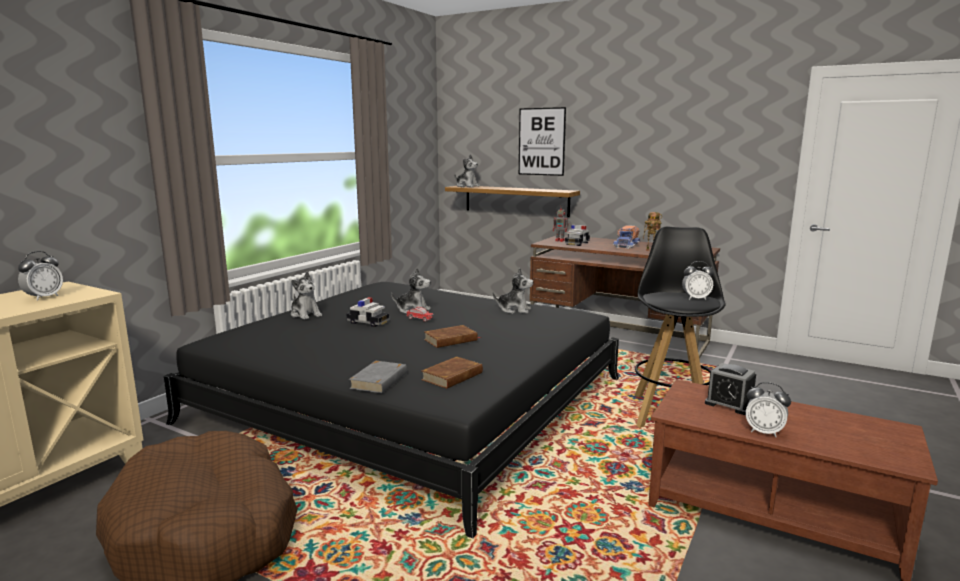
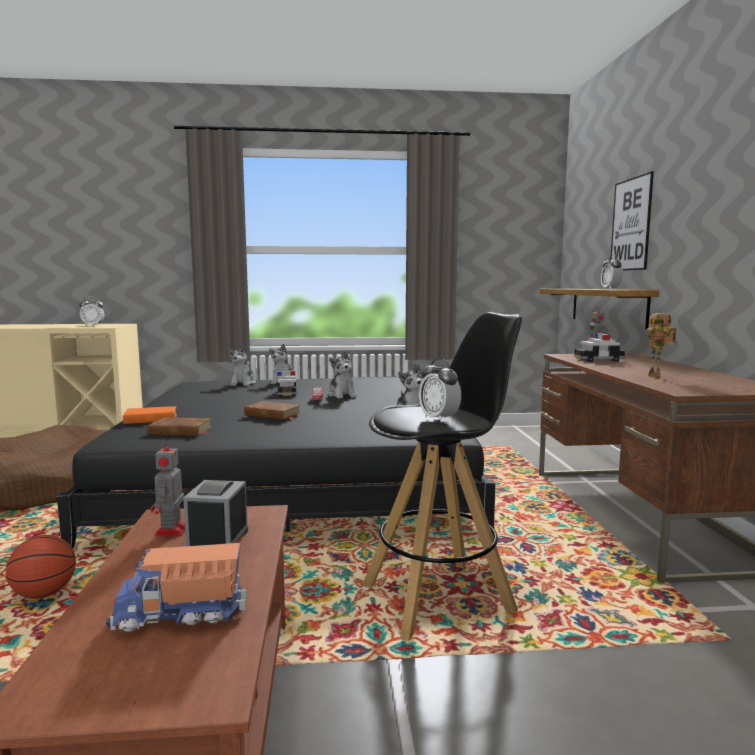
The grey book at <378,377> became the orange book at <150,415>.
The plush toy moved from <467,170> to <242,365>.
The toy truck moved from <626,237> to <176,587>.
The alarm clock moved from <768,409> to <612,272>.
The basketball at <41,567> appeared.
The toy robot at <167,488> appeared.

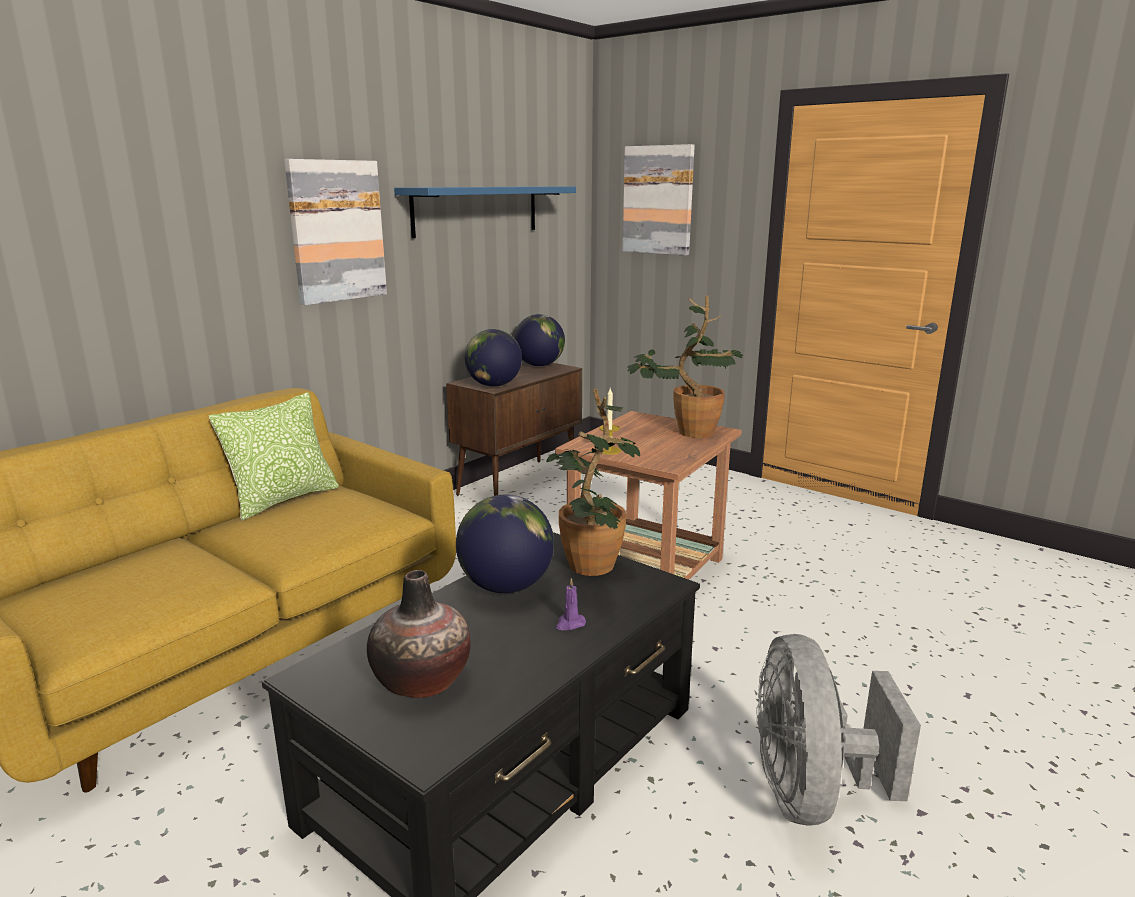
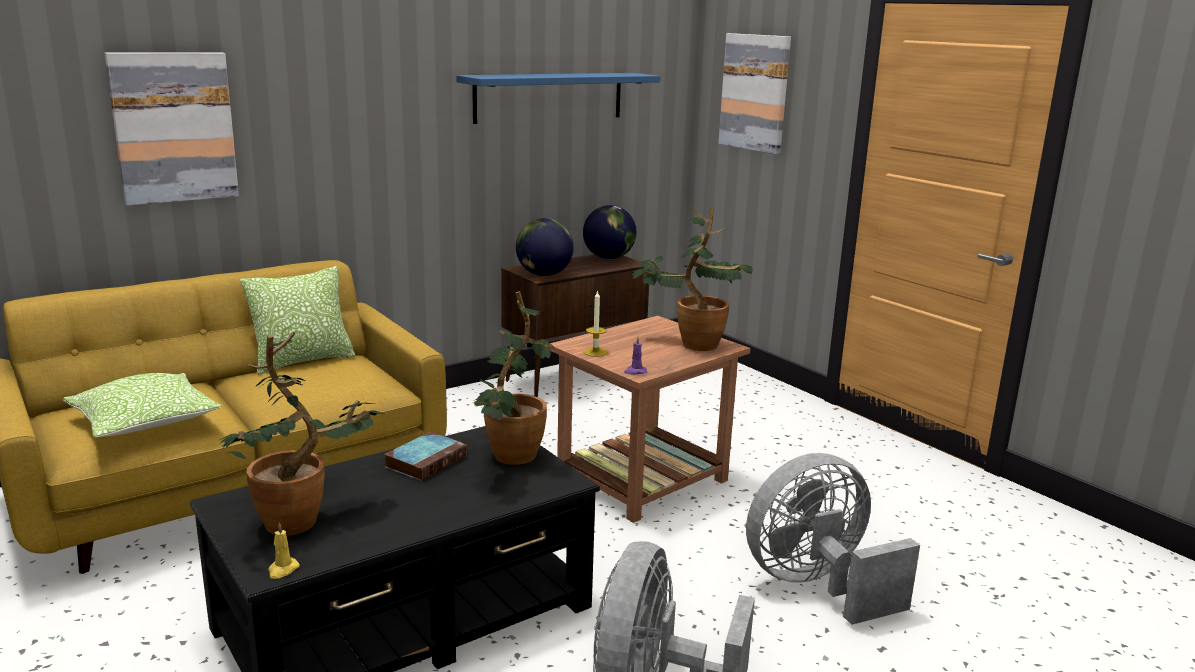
The picture moved from <335,232> to <171,129>.
The vase at <419,634> was replaced by the potted plant at <301,434>.
The globe at <505,544> was replaced by the book at <425,456>.
The purple candle moved from <571,604> to <635,355>.
The pillow at <142,405> appeared.
The yellow candle at <284,550> appeared.
The grey fan at <833,539> appeared.

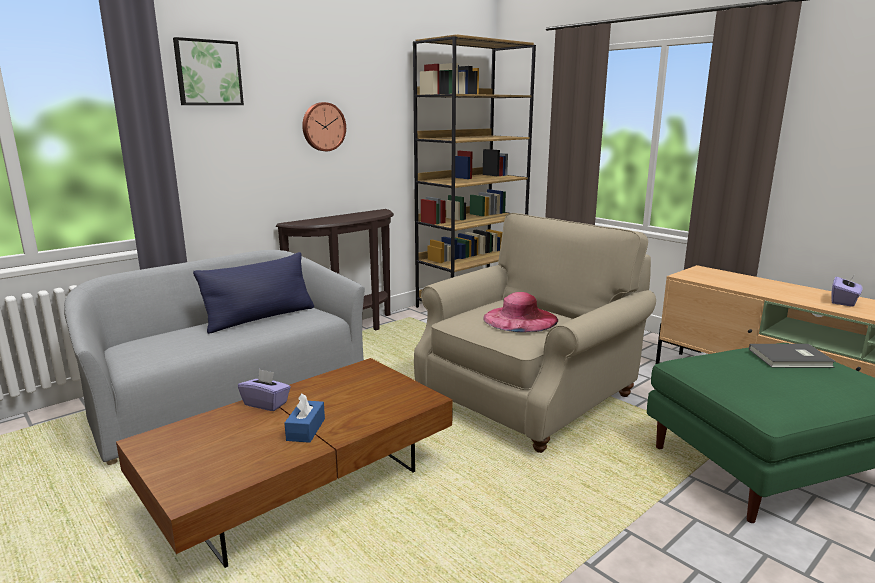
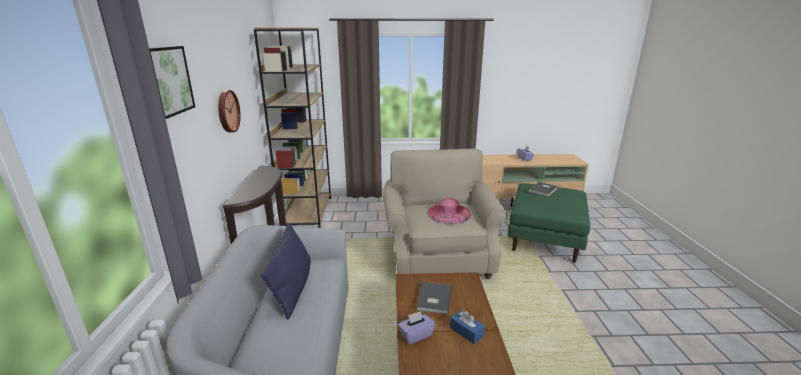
The grey book at <434,298> appeared.

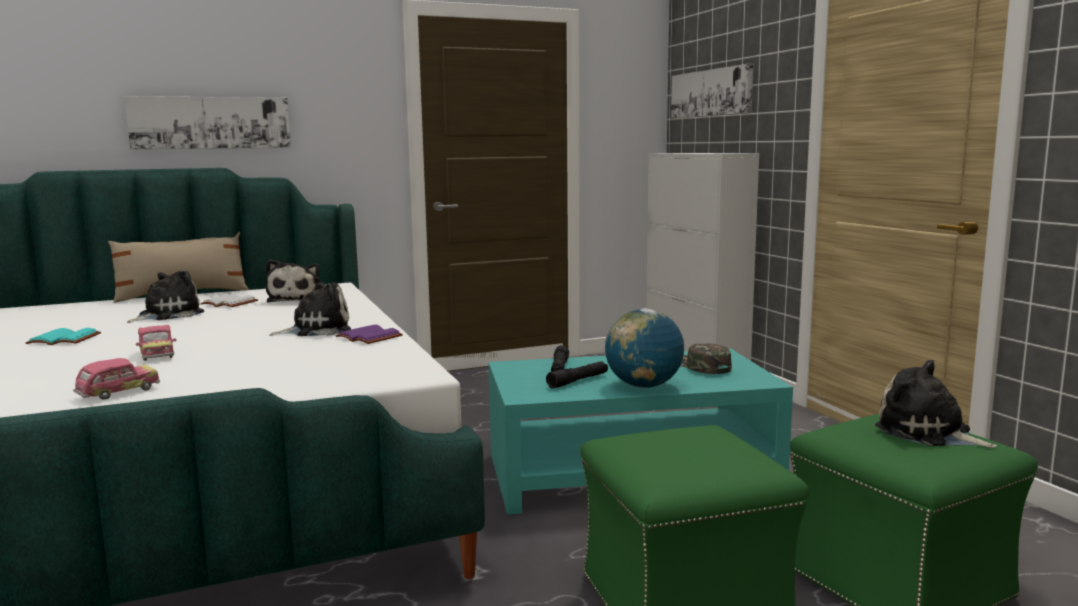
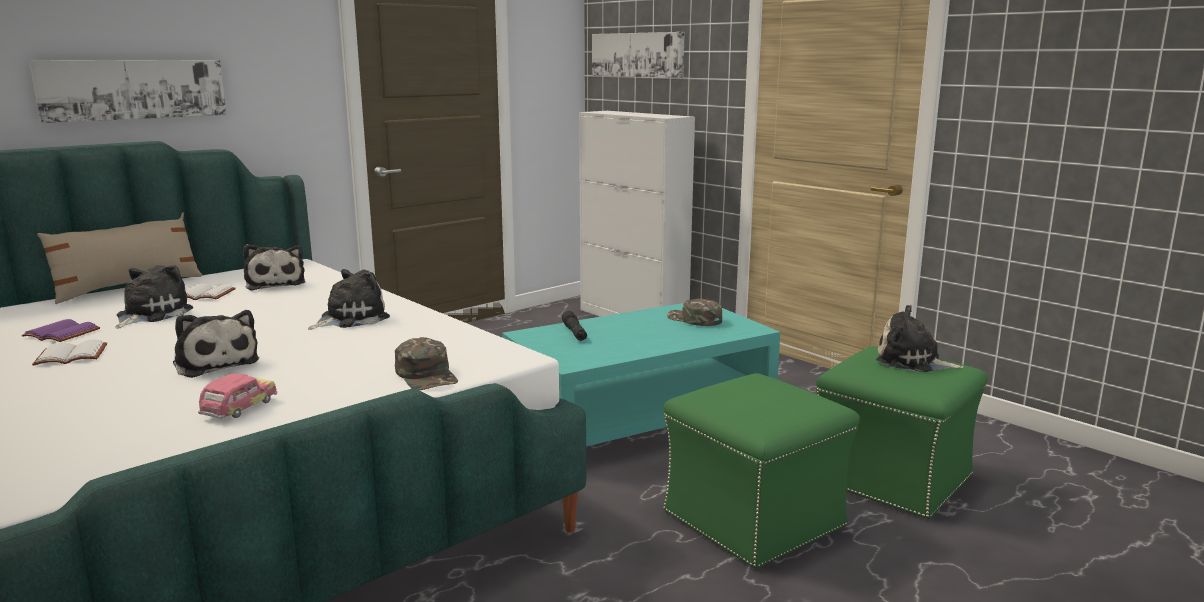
The turquoise book at <63,336> became the white book at <69,352>.
The toy car at <156,343> was replaced by the plush toy at <216,344>.
The purple book moved from <369,334> to <61,330>.
The black flashlight at <577,375> disappeared.
The globe at <644,348> disappeared.
The green cap at <426,363> appeared.

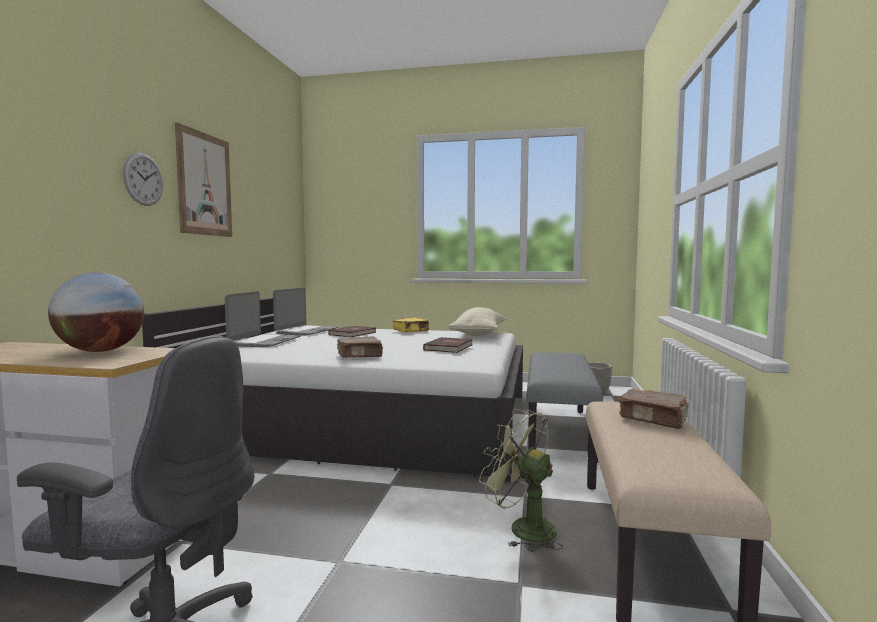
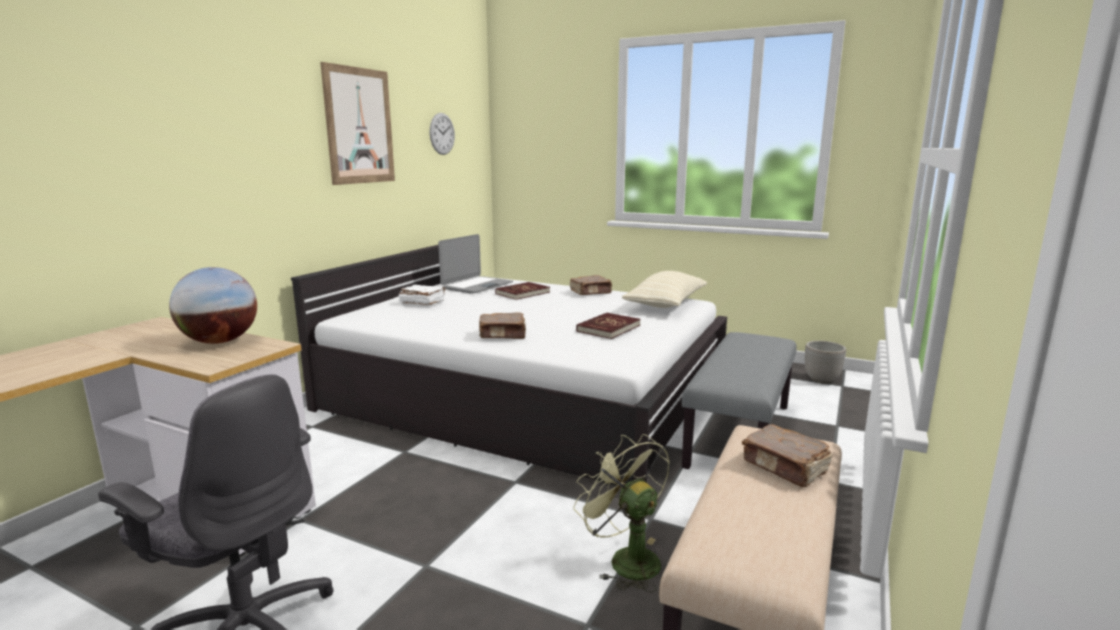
The wall clock moved from <143,179> to <442,134>.
The laptop at <262,319> was replaced by the white book at <422,295>.
The yellow book at <411,324> became the brown book at <591,285>.

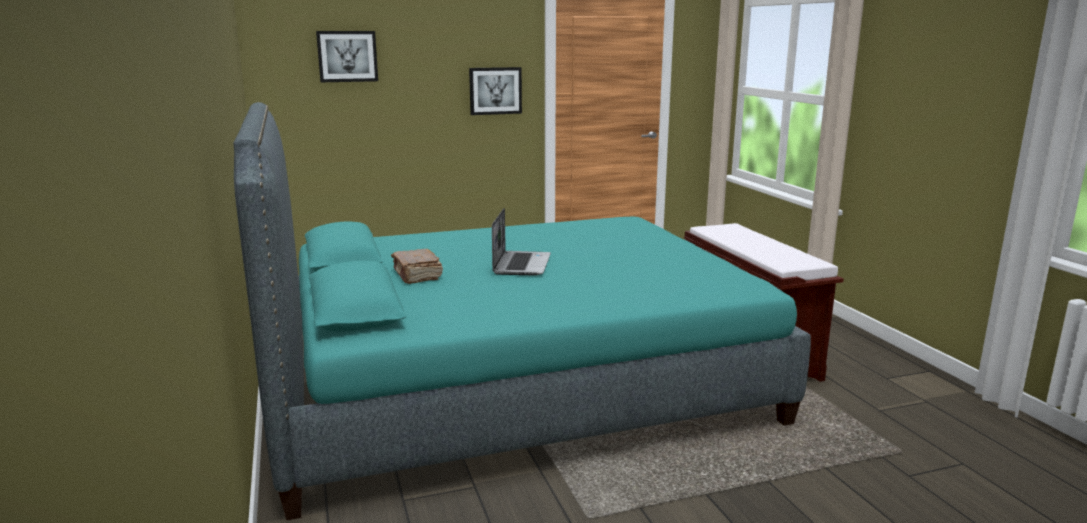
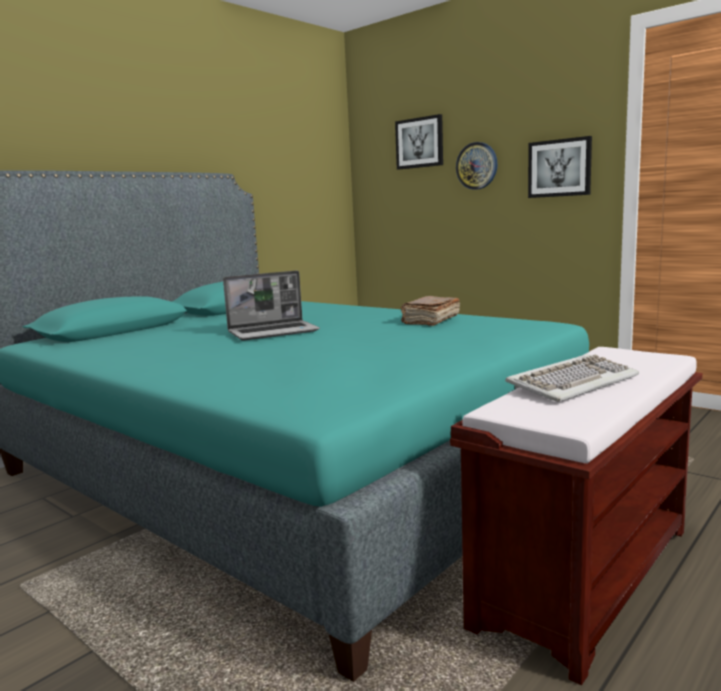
The brown book moved from <417,266> to <430,311>.
The wall clock at <477,166> appeared.
The keyboard at <572,378> appeared.

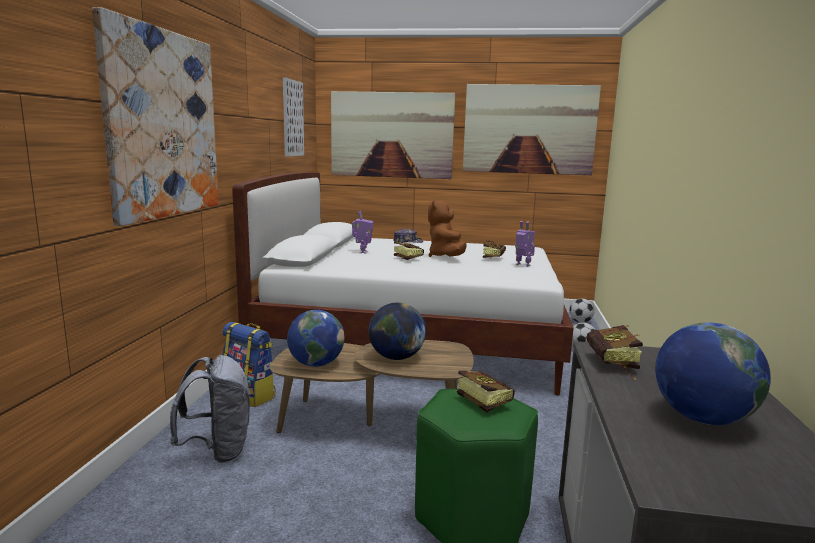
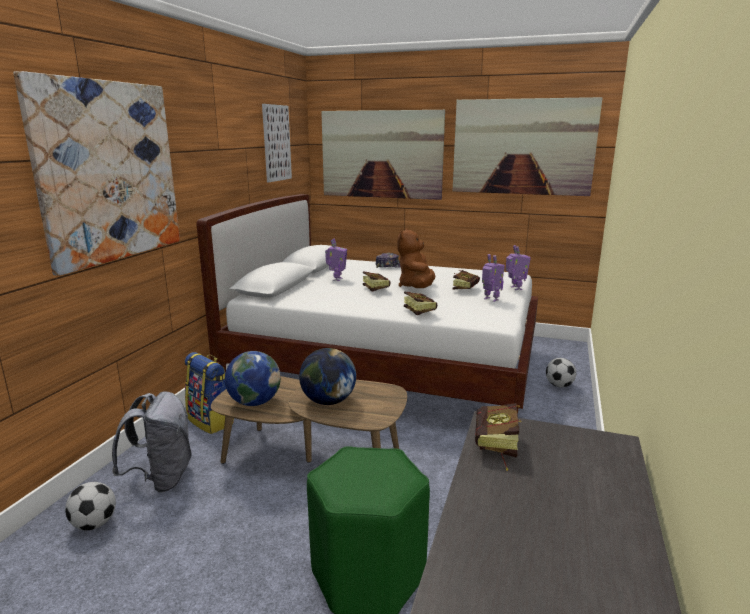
The book moved from <485,392> to <420,303>.
The football moved from <582,310> to <90,506>.
The globe at <713,373> disappeared.
The toy robot at <518,267> appeared.

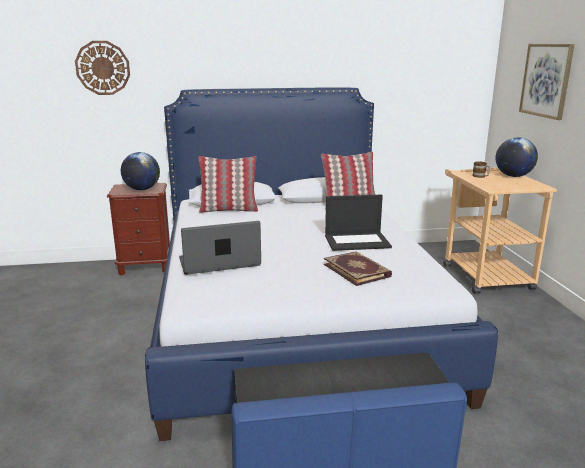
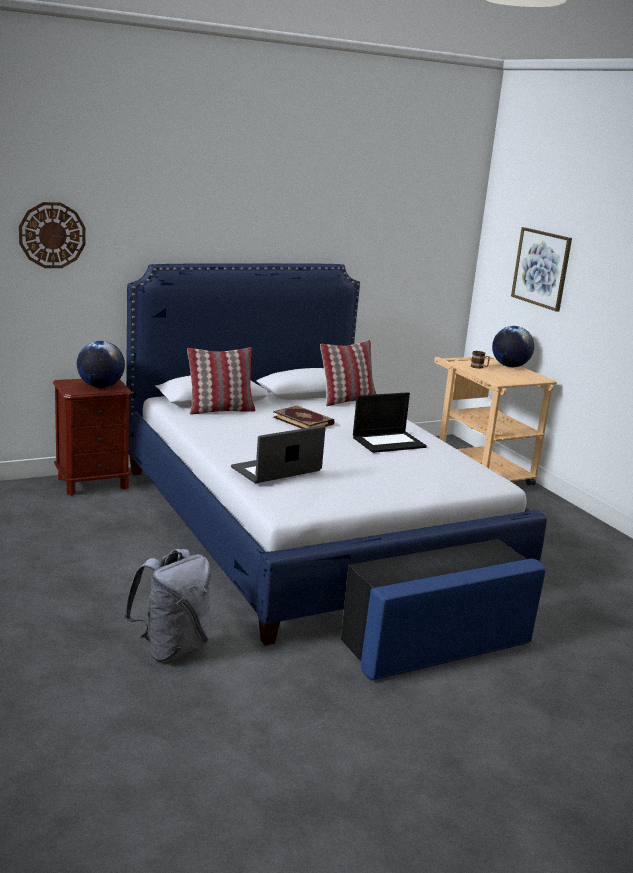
The book moved from <358,268> to <303,417>.
The grey backpack at <167,605> appeared.

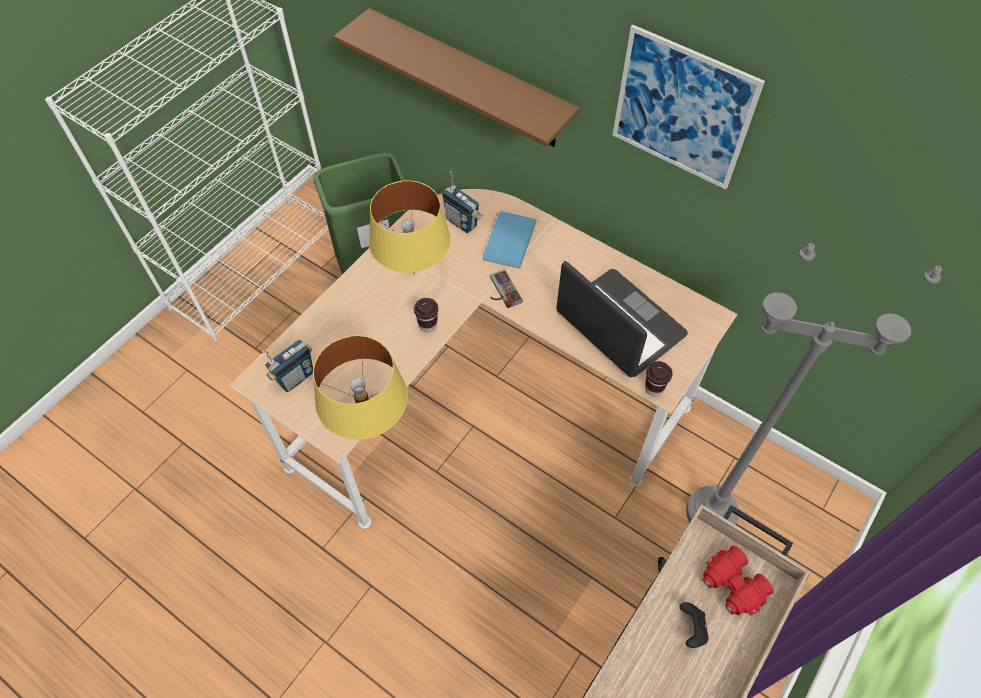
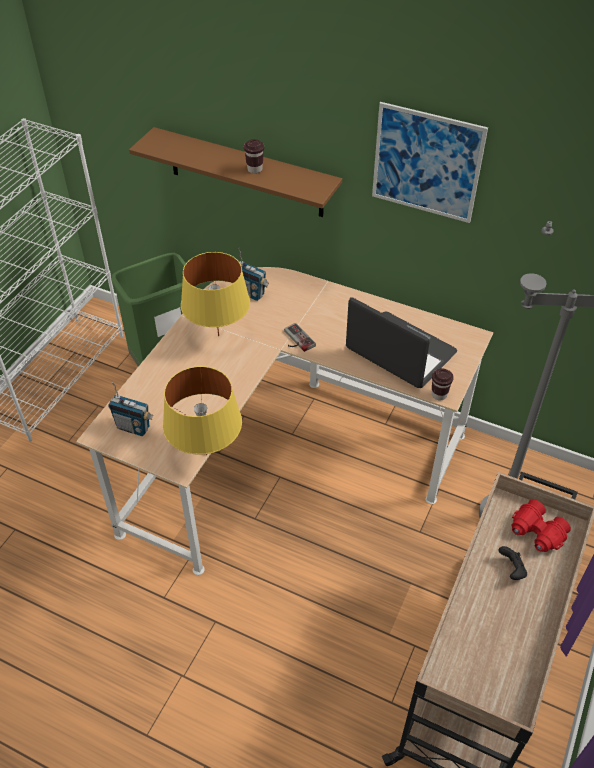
The radio at <288,365> turned 75 degrees clockwise.
The brown cup moved from <426,315> to <254,156>.
The blue book at <509,240> disappeared.

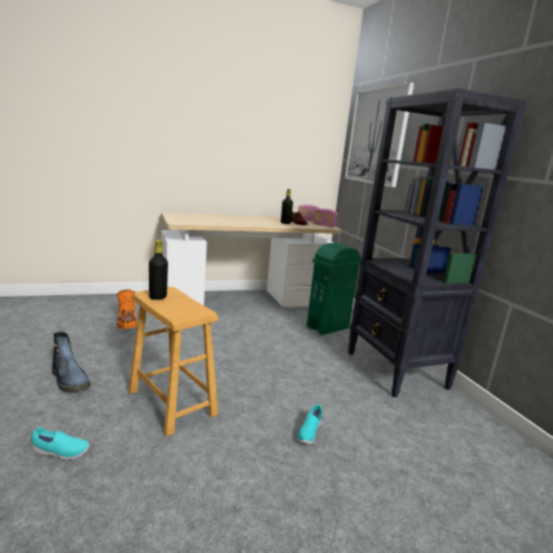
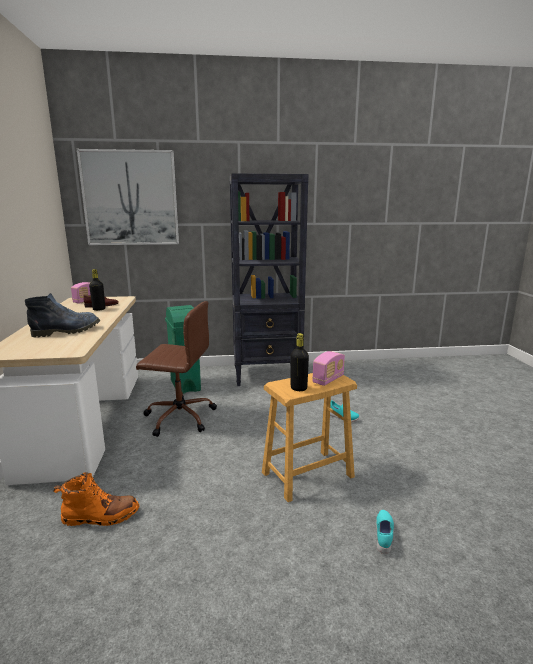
The boot moved from <71,362> to <62,315>.
The radio moved from <325,218> to <328,368>.
The brown office chair at <176,369> appeared.

